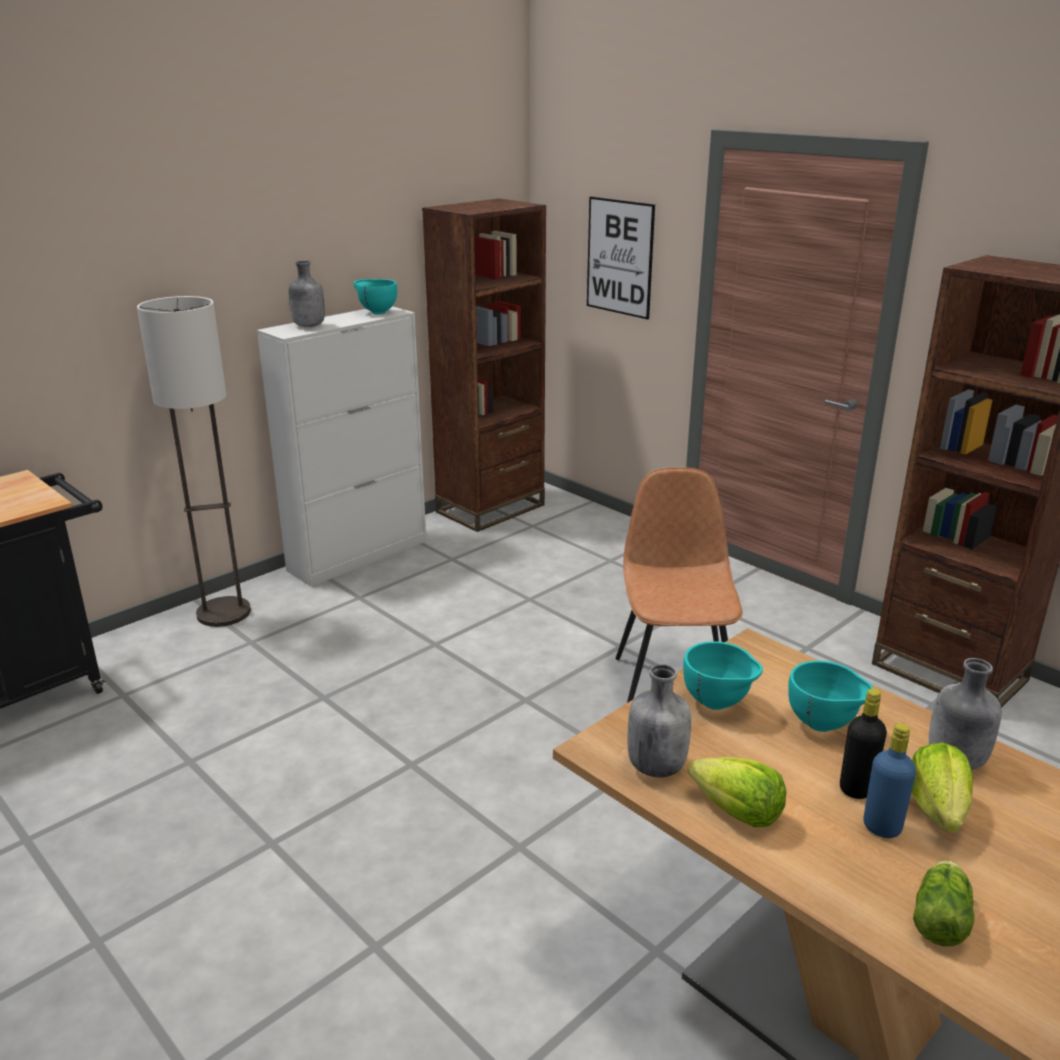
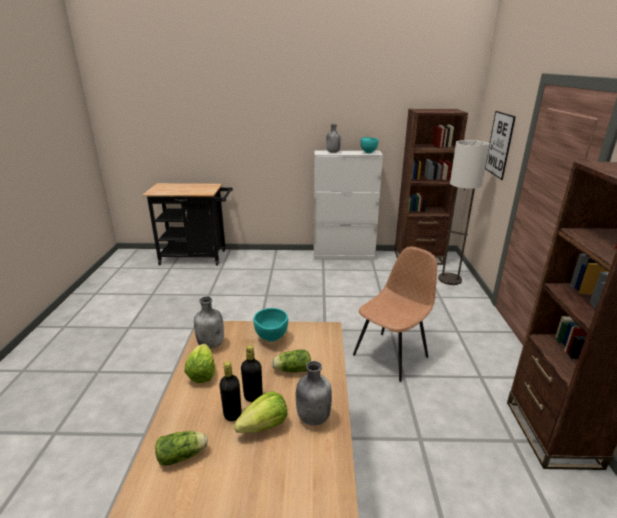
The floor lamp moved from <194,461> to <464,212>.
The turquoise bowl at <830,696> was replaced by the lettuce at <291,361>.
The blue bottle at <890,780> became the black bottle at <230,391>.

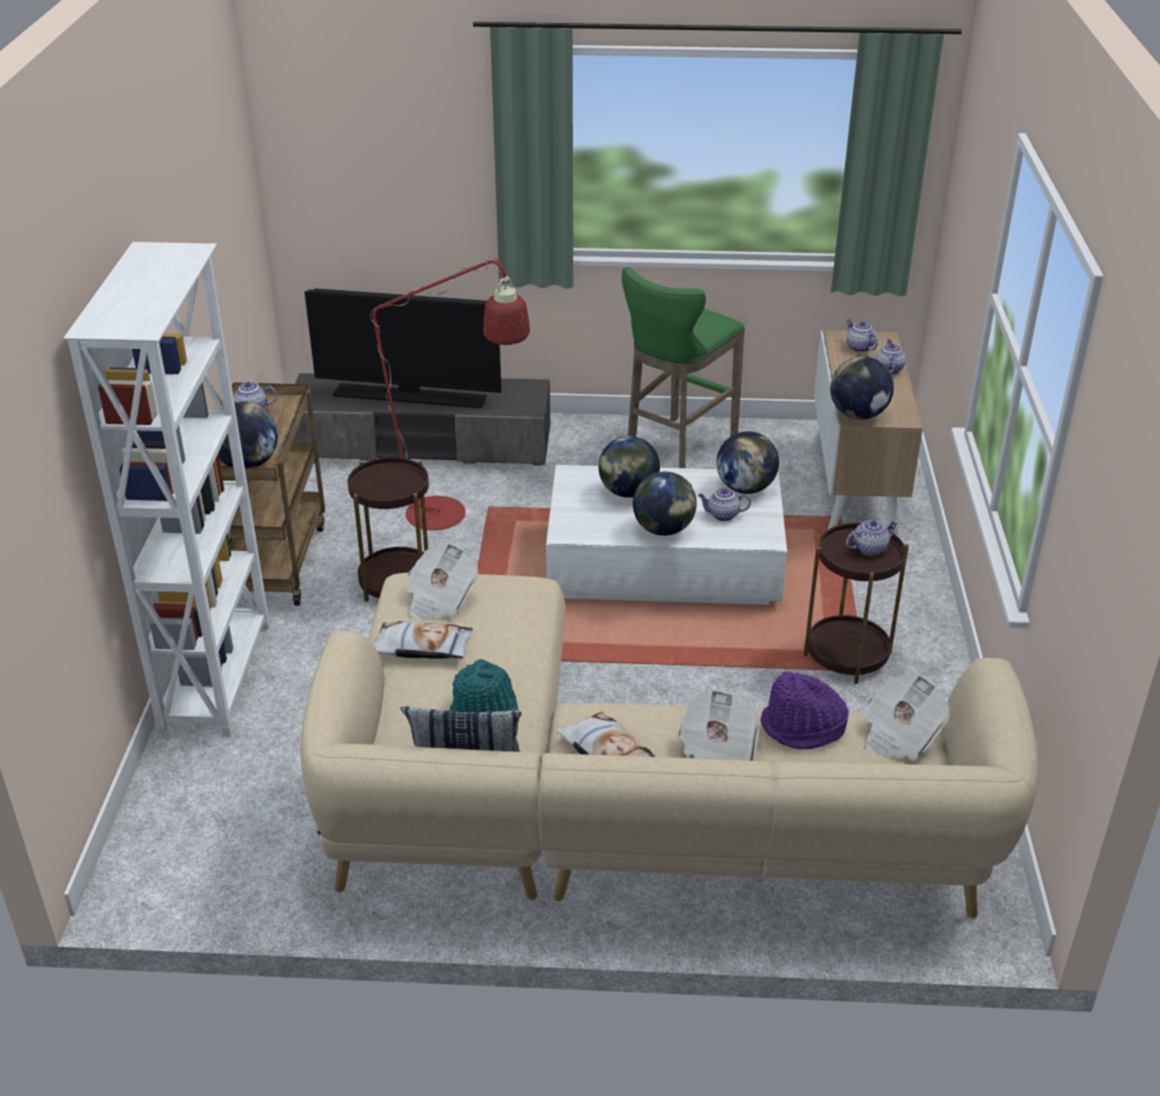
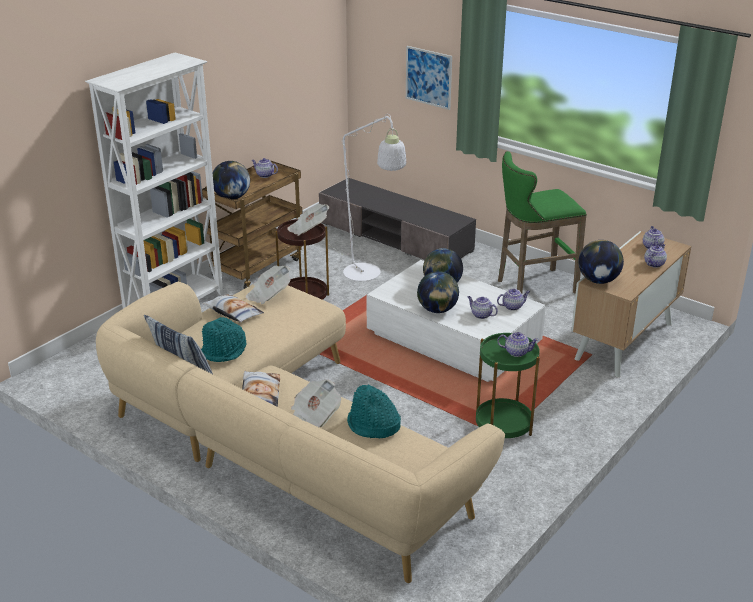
The television at <403,348> disappeared.
The red floor lamp at <419,393> became the white floor lamp at <365,197>.
The globe at <747,462> was replaced by the teapot at <513,300>.
The purple hat at <804,711> became the turquoise hat at <374,411>.
The brown side table at <856,602> became the green side table at <508,385>.
The newspaper moved from <907,717> to <308,220>.
The picture at <429,78> appeared.

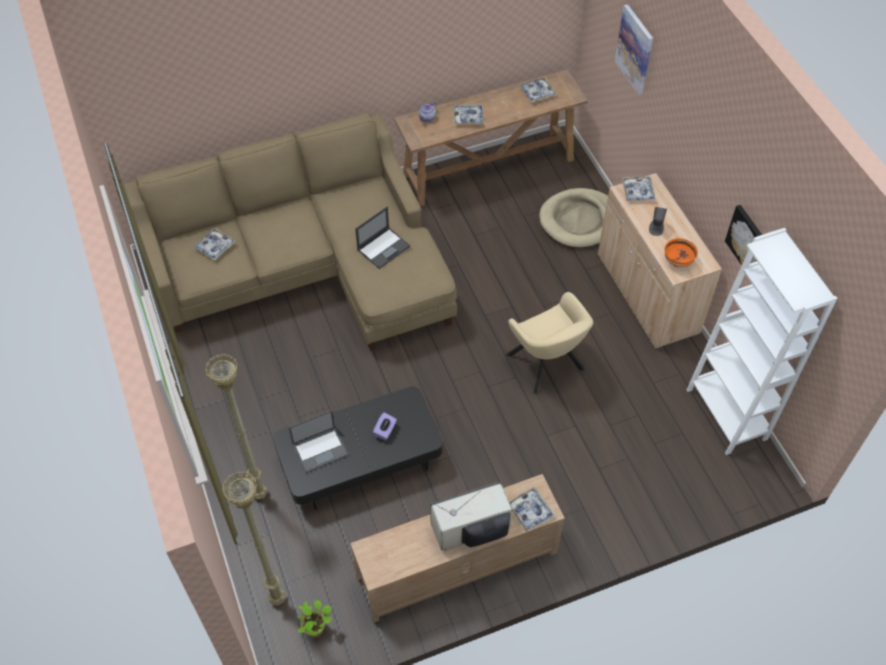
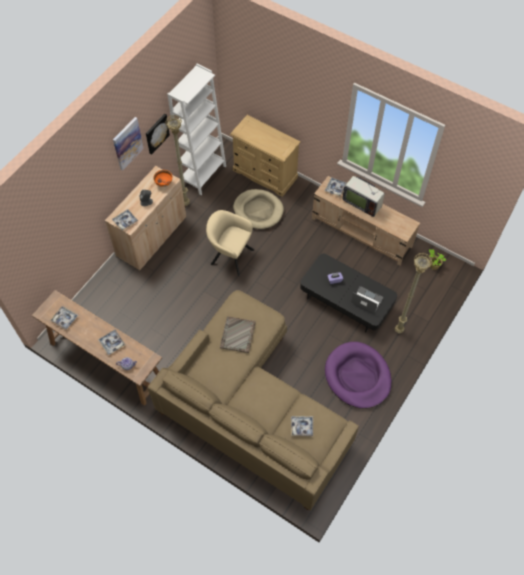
The beige floor lamp moved from <253,538> to <177,160>.
The laptop at <382,237> was replaced by the grey tray at <238,334>.
The beige armchair at <549,343> turned 90 degrees counterclockwise.
The beige dog bed moved from <573,218> to <258,209>.
The picture moved from <634,49> to <128,144>.
The beige dresser at <265,156> appeared.
The purple dog bed at <358,375> appeared.

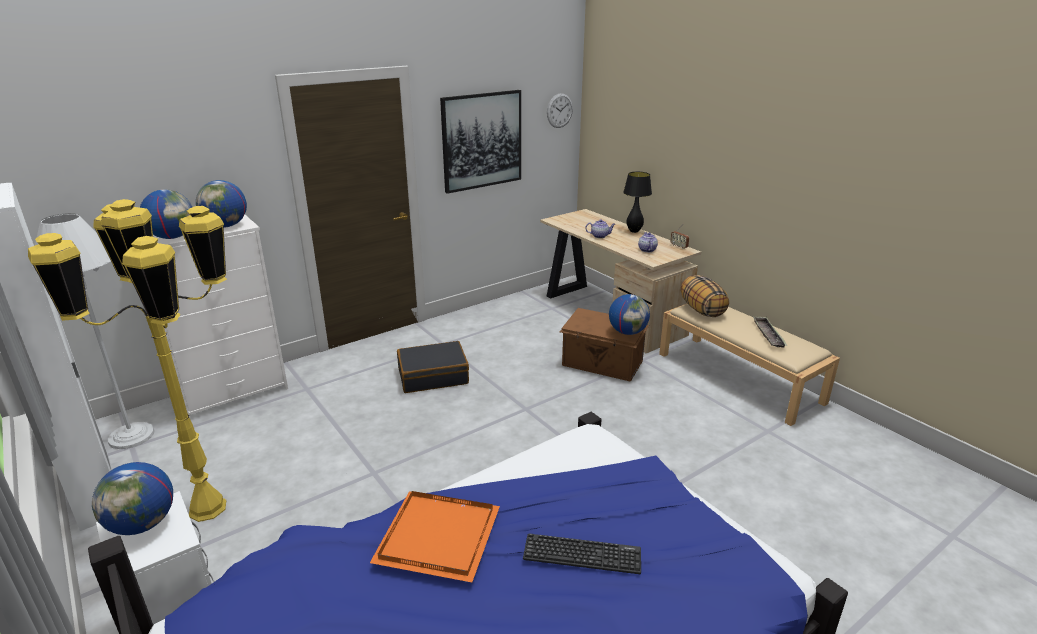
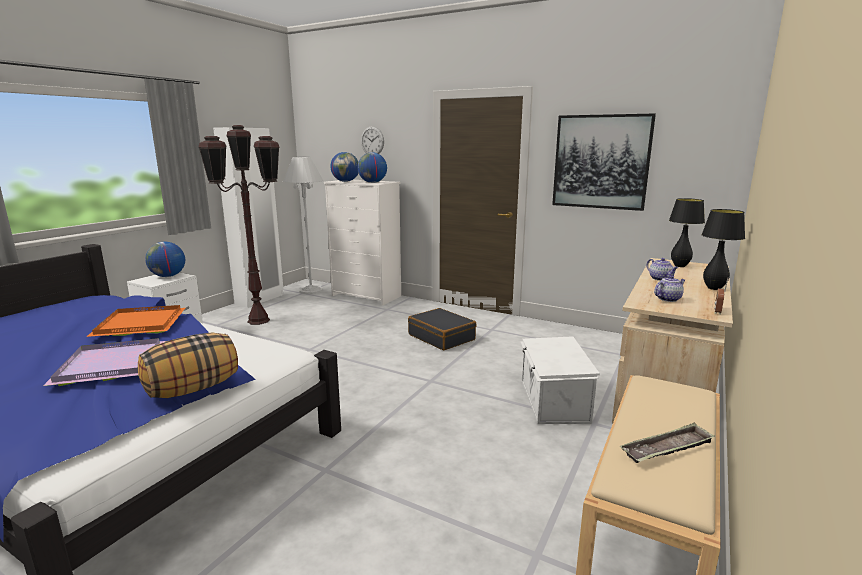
The yellow floor lamp at <127,360> became the brown floor lamp at <238,225>.
The keyboard at <582,554> was replaced by the purple tray at <104,362>.
The wall clock moved from <560,110> to <372,140>.
The brown storage box at <604,345> became the white storage box at <560,380>.
The globe at <629,314> disappeared.
The pillow moved from <705,296> to <188,365>.
The black table lamp at <687,232> appeared.

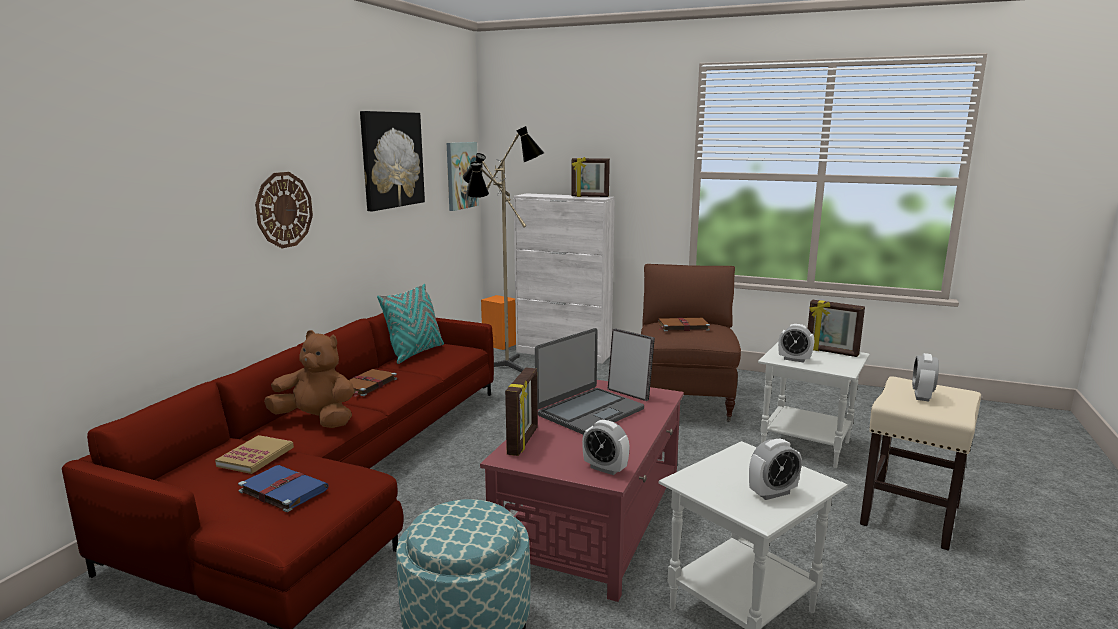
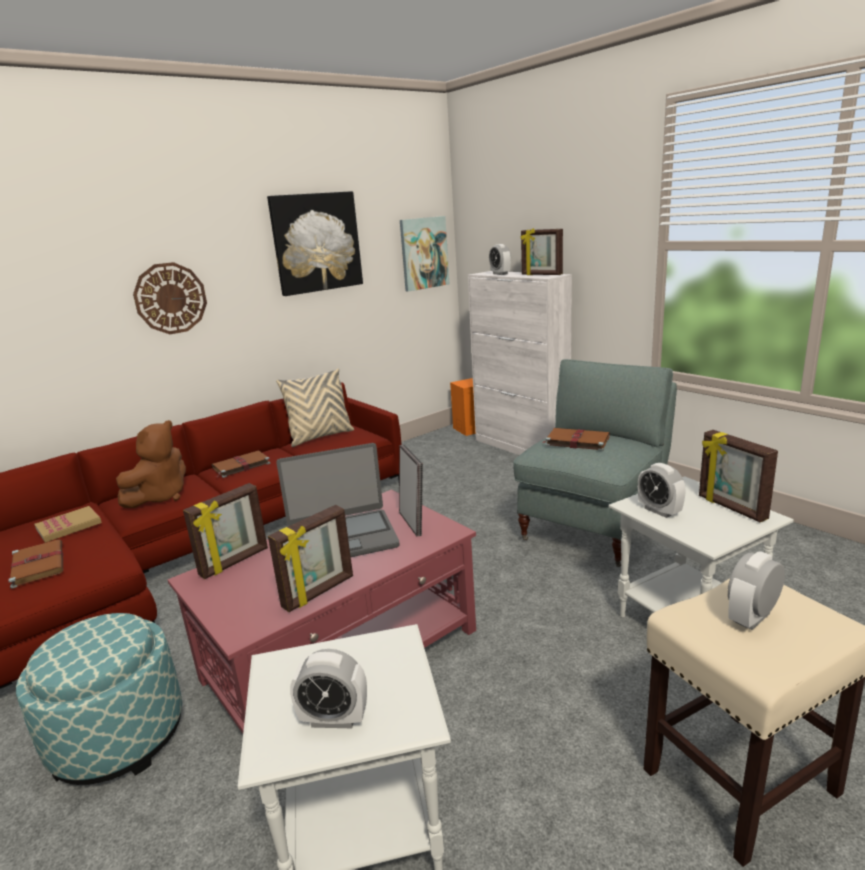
The blue book at <283,488> became the brown book at <35,564>.
The brown plush toy at <309,379> turned 75 degrees clockwise.
The turquoise pillow at <410,324> became the beige pillow at <315,407>.
The floor lamp at <503,249> disappeared.
The alarm clock moved from <606,447> to <500,259>.
The brown armchair at <691,343> became the grey armchair at <595,463>.
The picture frame at <310,558> appeared.

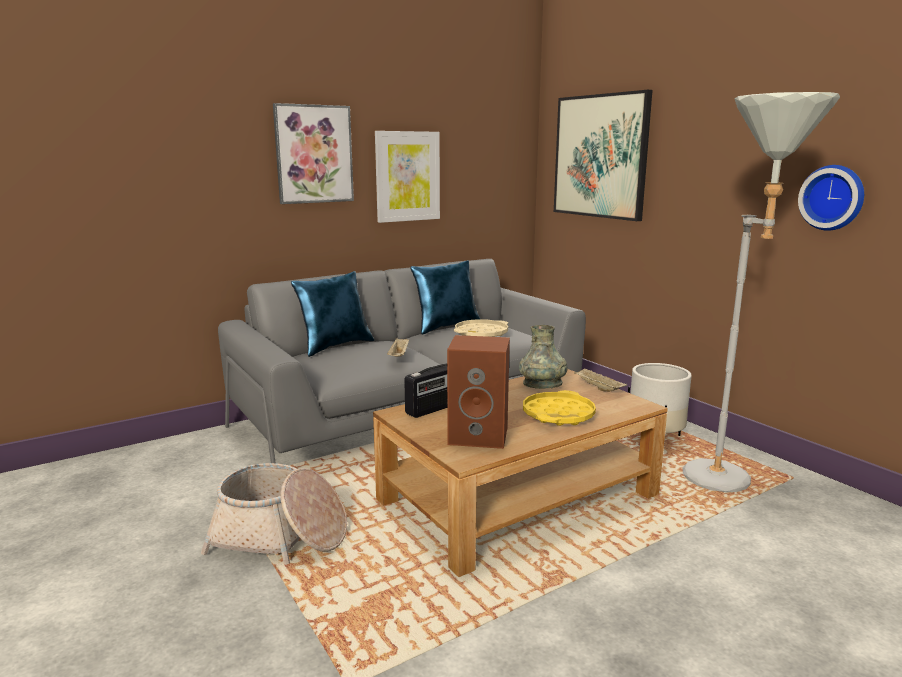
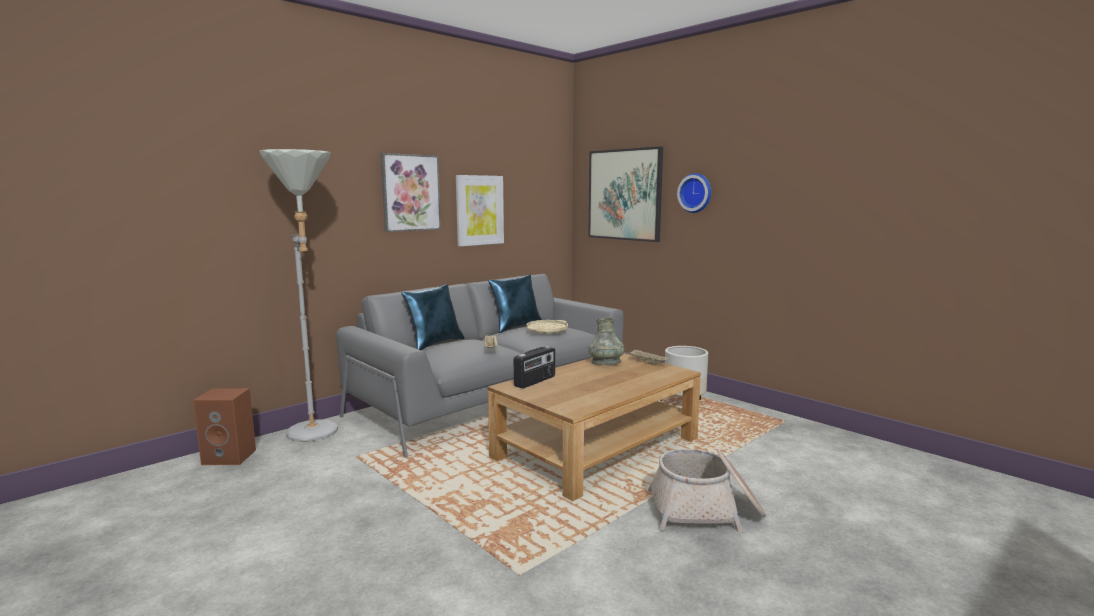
The basket moved from <274,514> to <707,490>.
The brown speaker moved from <478,392> to <224,426>.
The yellow tray at <559,408> disappeared.
The grey floor lamp moved from <761,292> to <298,295>.
The wall clock moved from <831,198> to <694,193>.

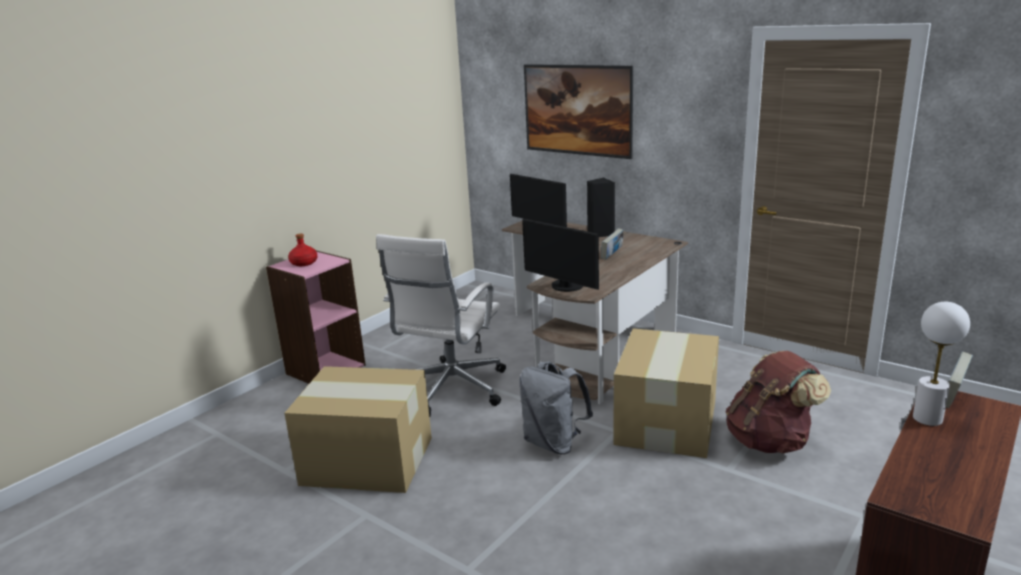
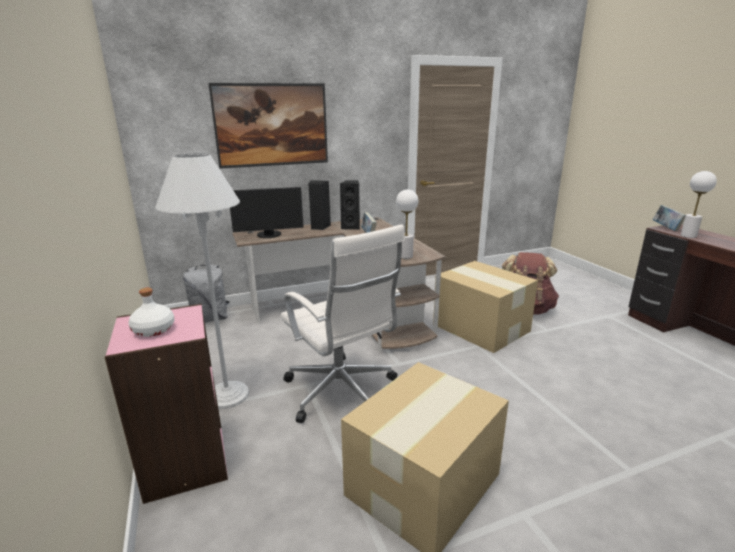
The red bottle at <302,250> became the white bottle at <151,312>.
The grey backpack moved from <556,407> to <206,293>.
The monitor at <560,255> was replaced by the white table lamp at <407,224>.
The white floor lamp at <202,281> appeared.
The black speaker at <350,205> appeared.

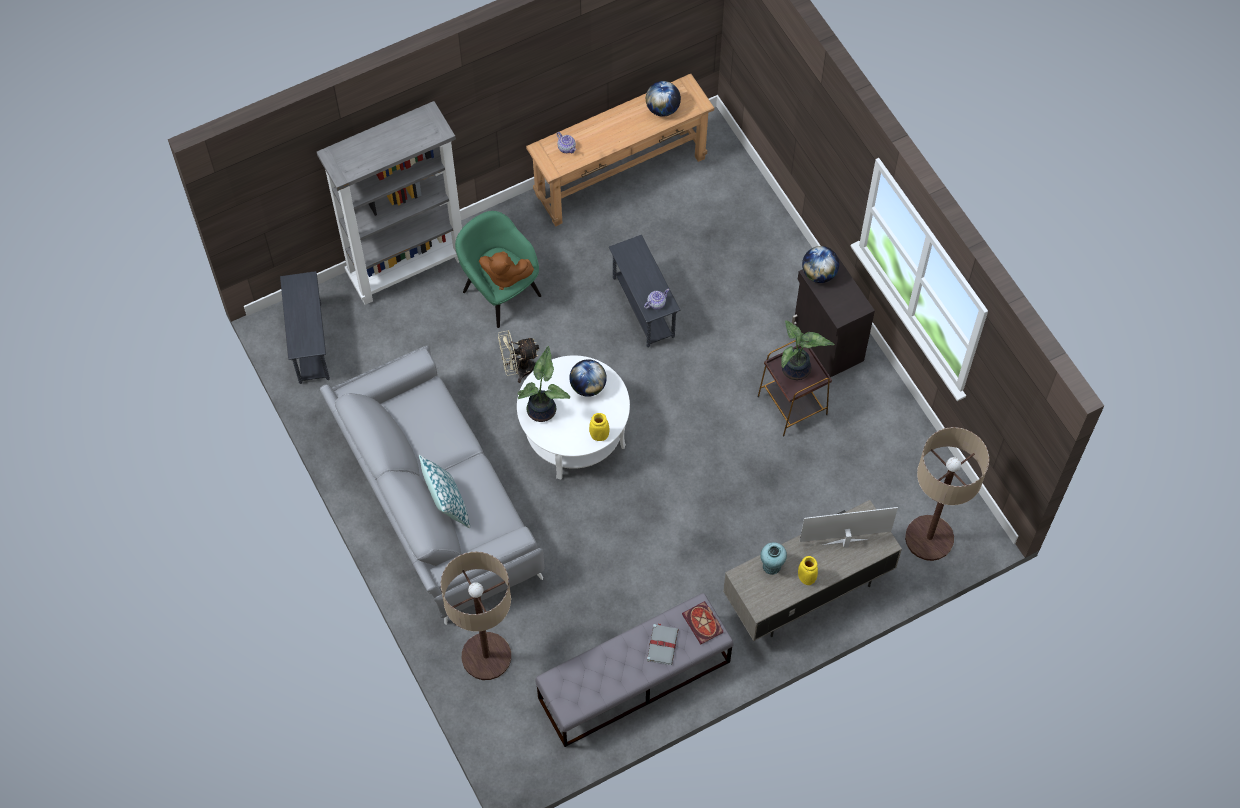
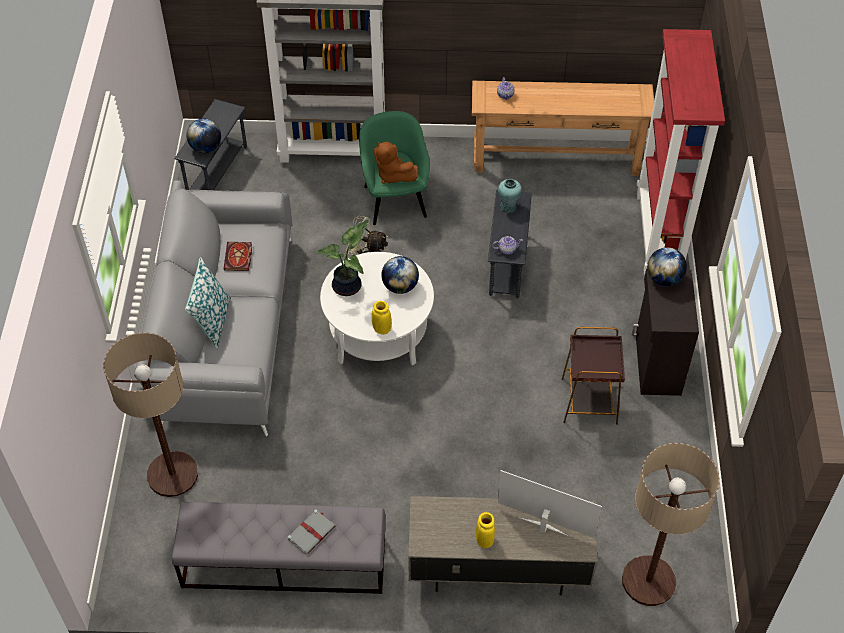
The globe moved from <663,99> to <203,135>.
The book moved from <702,623> to <238,256>.
The turquoise vase moved from <773,558> to <510,196>.
The potted plant at <808,350> disappeared.
The red bookcase at <681,152> appeared.

